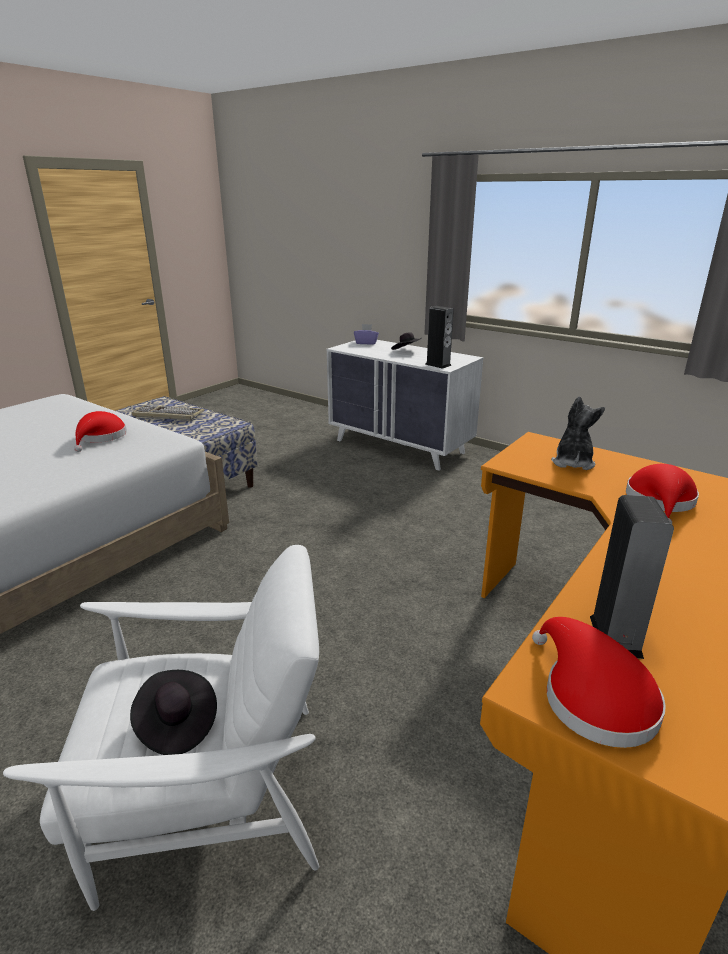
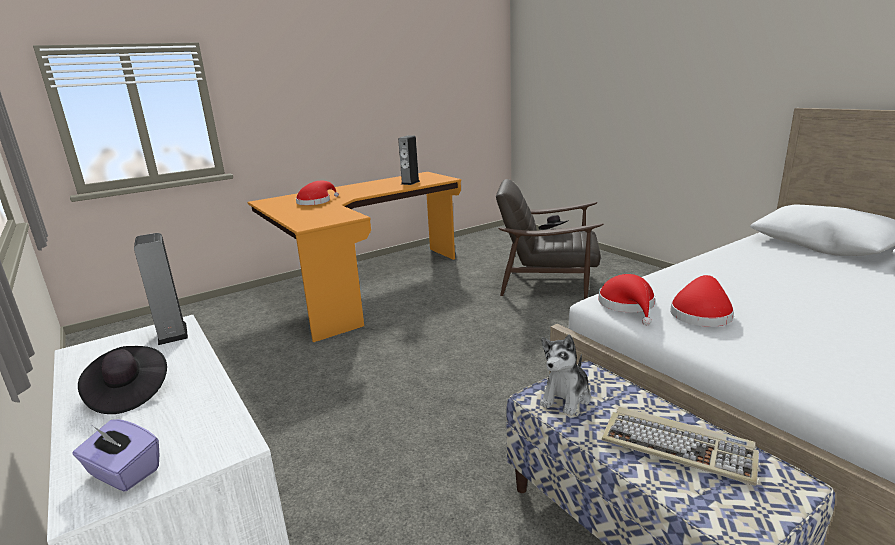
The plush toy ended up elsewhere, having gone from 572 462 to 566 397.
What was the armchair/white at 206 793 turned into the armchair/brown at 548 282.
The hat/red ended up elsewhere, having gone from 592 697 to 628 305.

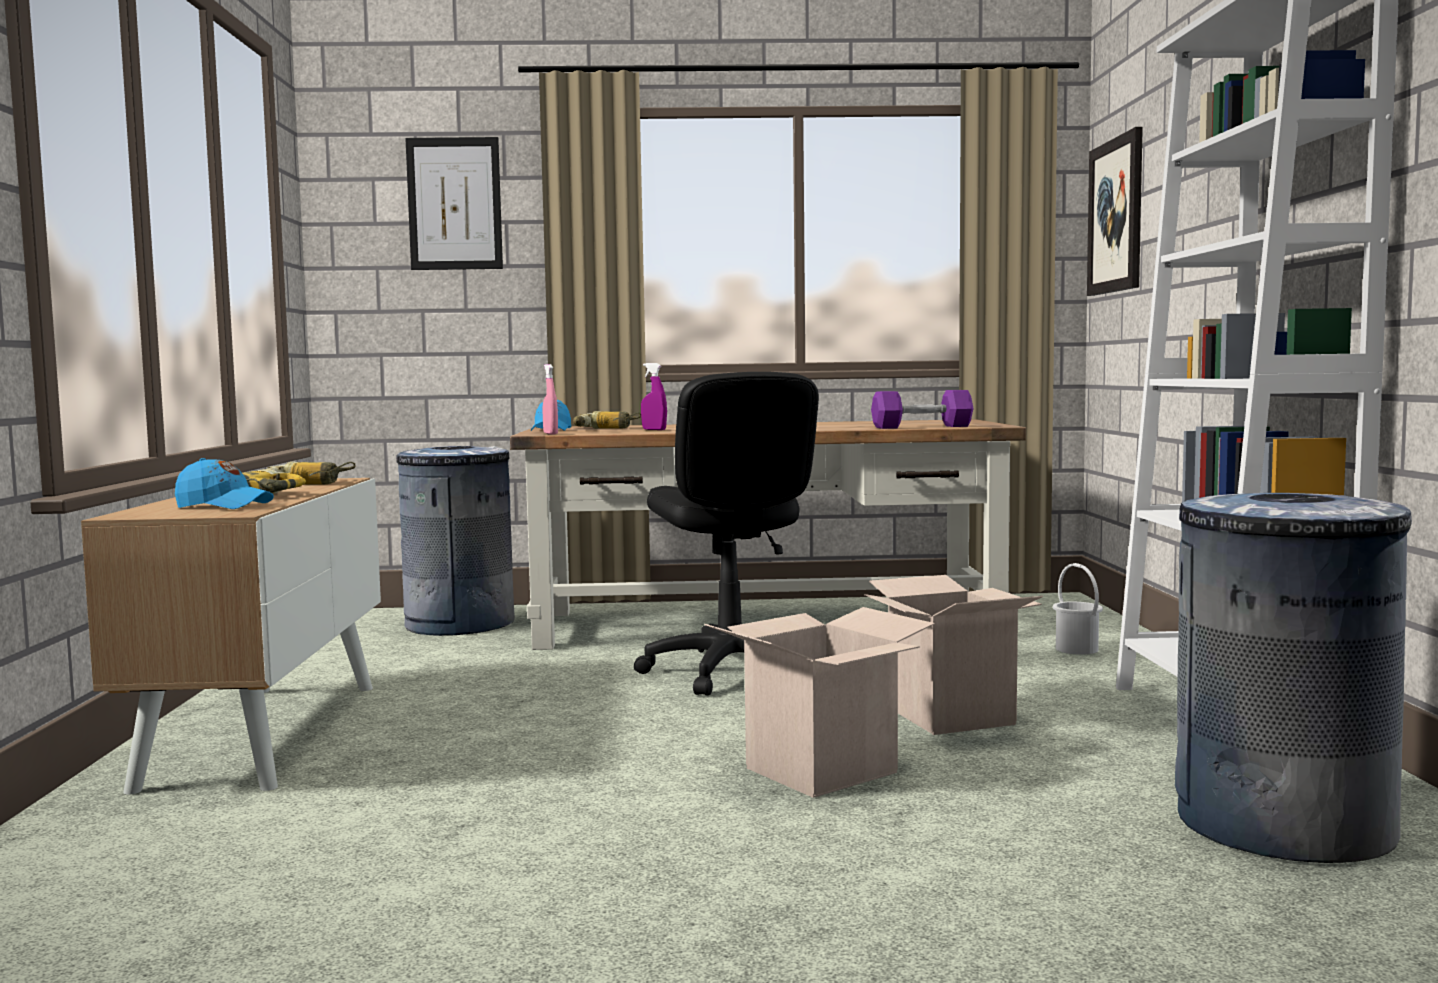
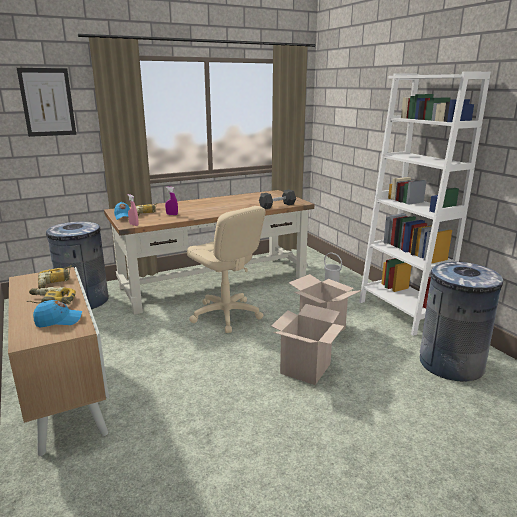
The second view lost the picture at 1116 216.
What was the office chair/black at 730 671 turned into the office chair/beige at 226 315.
What was the dumbbell/purple at 921 427 turned into the dumbbell/black at 277 205.

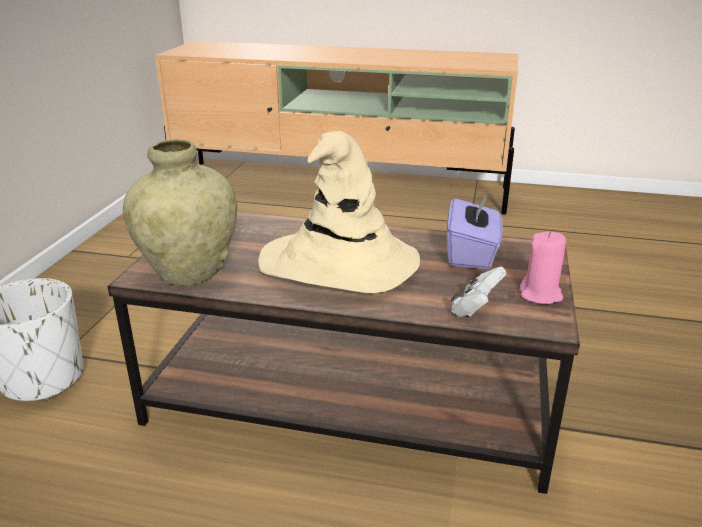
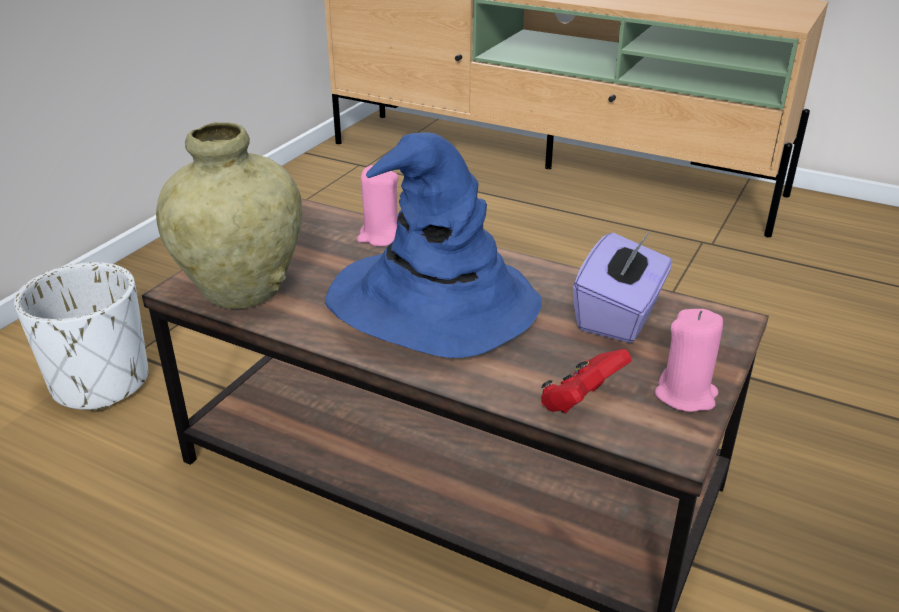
What was the hat/beige at 338 264 turned into the hat/blue at 430 305.
What was the game controller/white at 475 309 turned into the game controller/red at 580 402.
The second view gained the candle/pink at 380 237.

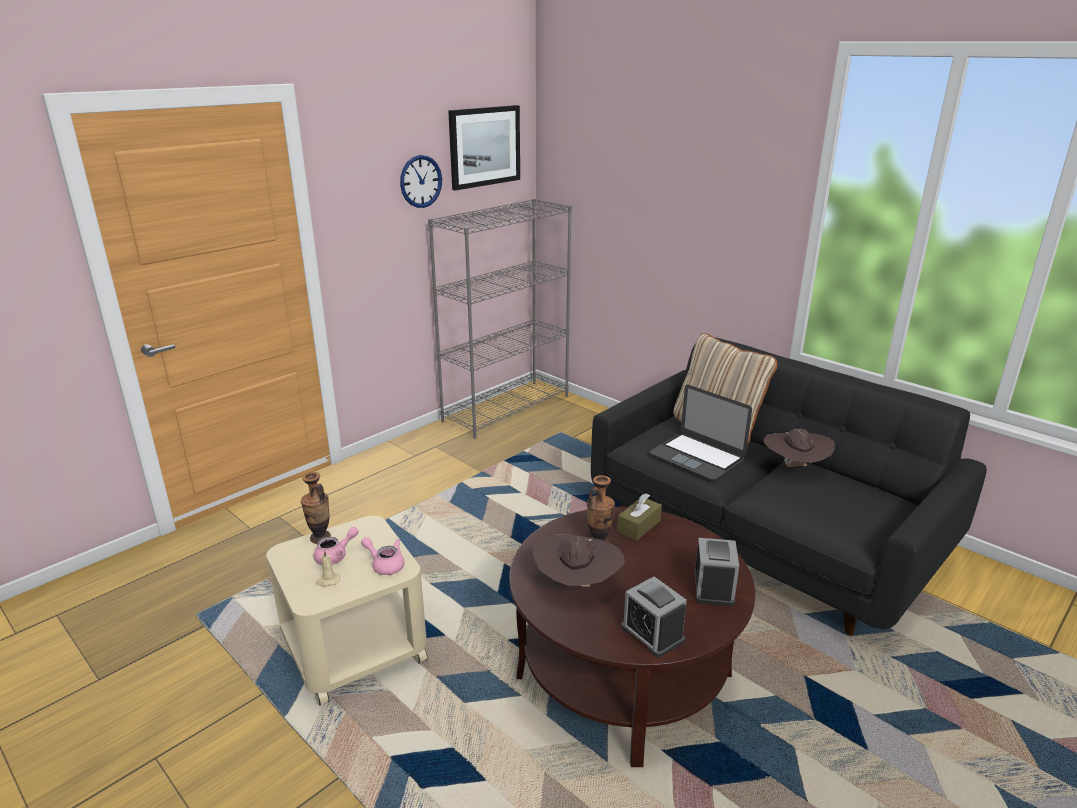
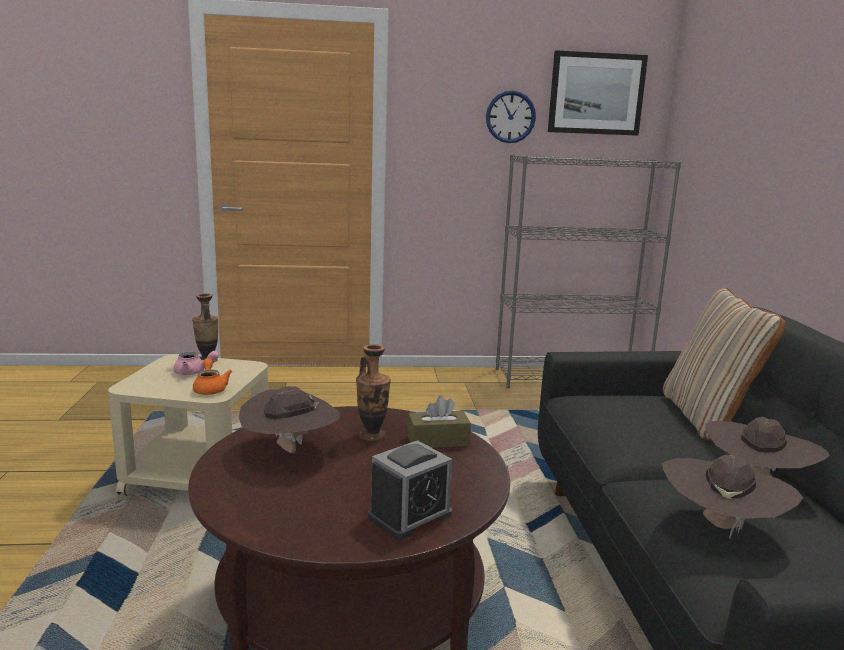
The second view lost the laptop at 697 456.
What was the teapot/pink at 385 565 turned into the teapot/orange at 210 389.
The second view lost the candle/beige at 328 581.
The second view lost the alarm clock at 652 634.
The second view gained the hat/brown at 721 527.

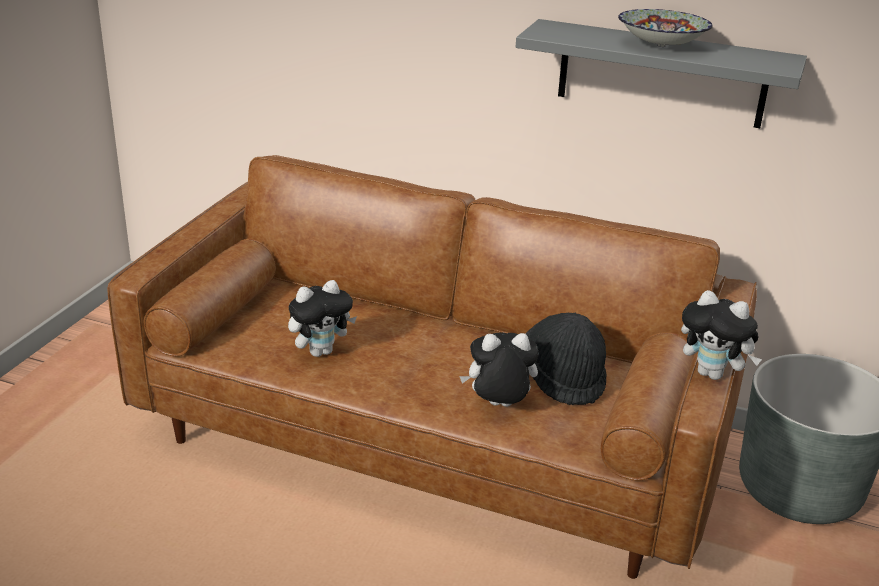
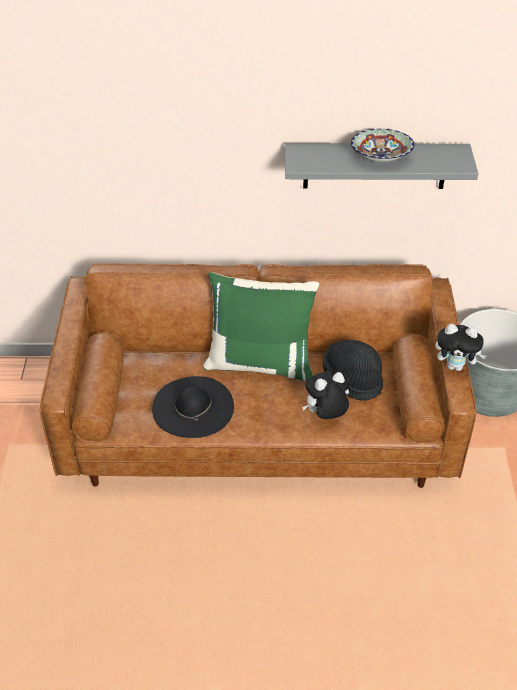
Where the plush toy stood at 321 351, the hat/black came to stand at 193 407.
The second view gained the pillow/green at 261 363.

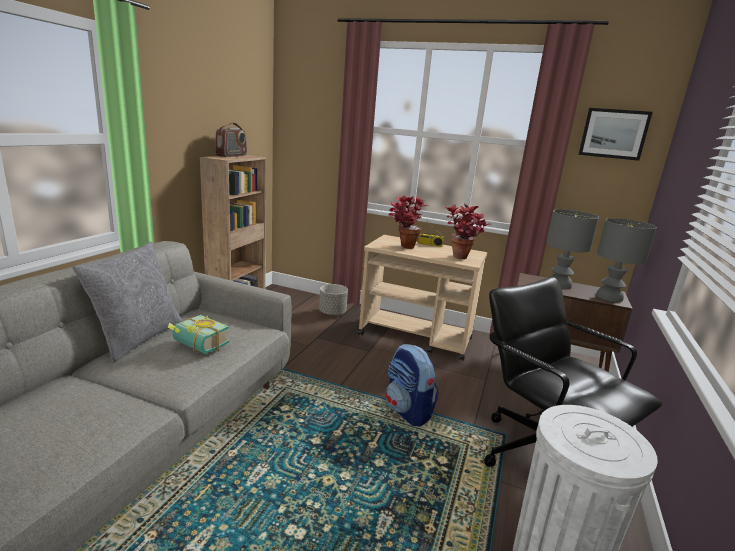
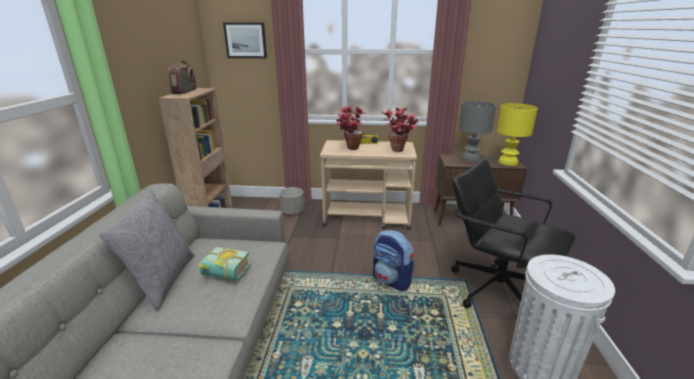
The picture ended up elsewhere, having gone from 613 134 to 245 40.
What was the table lamp/grey at 609 297 turned into the table lamp/yellow at 508 162.

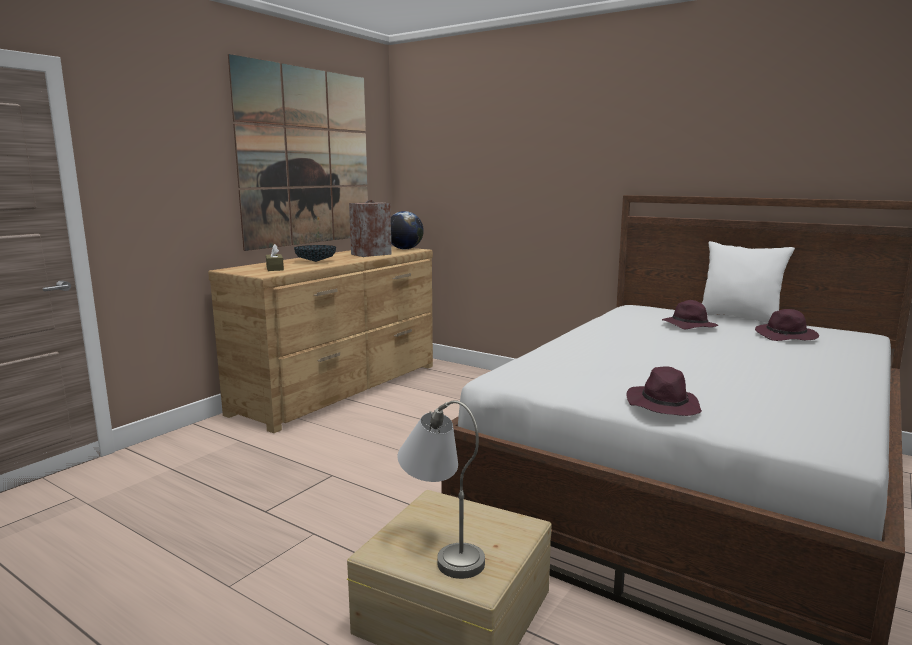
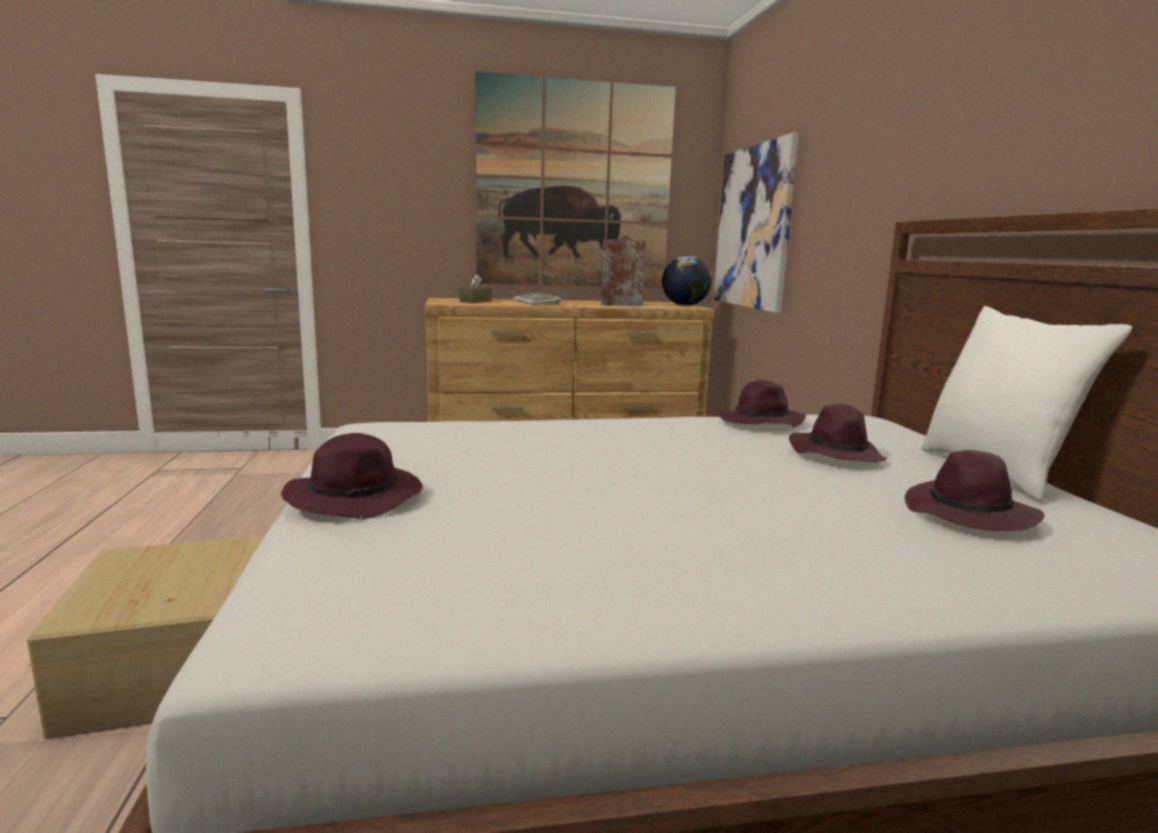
Where the bowl stood at 315 261, the keyboard came to stand at 537 302.
The second view lost the table lamp/grey at 442 548.
The second view gained the picture at 753 227.
The second view gained the hat/purple at 760 423.

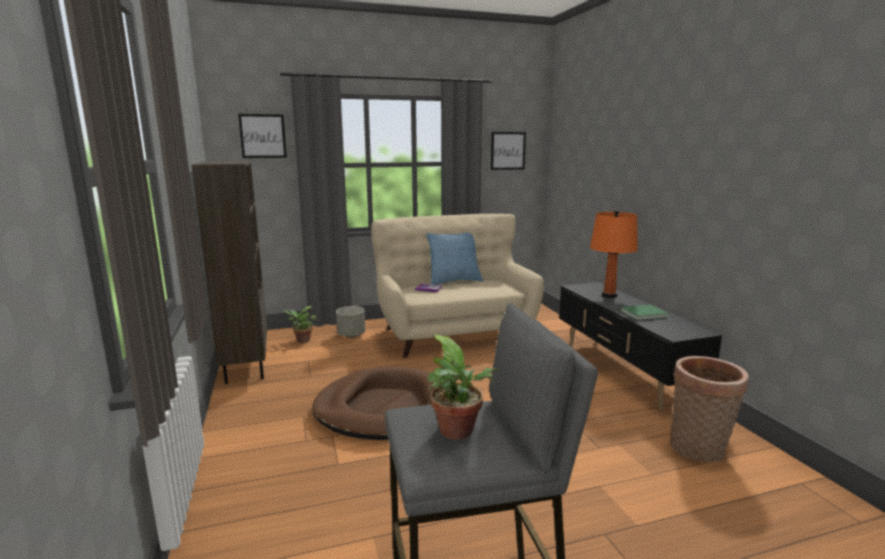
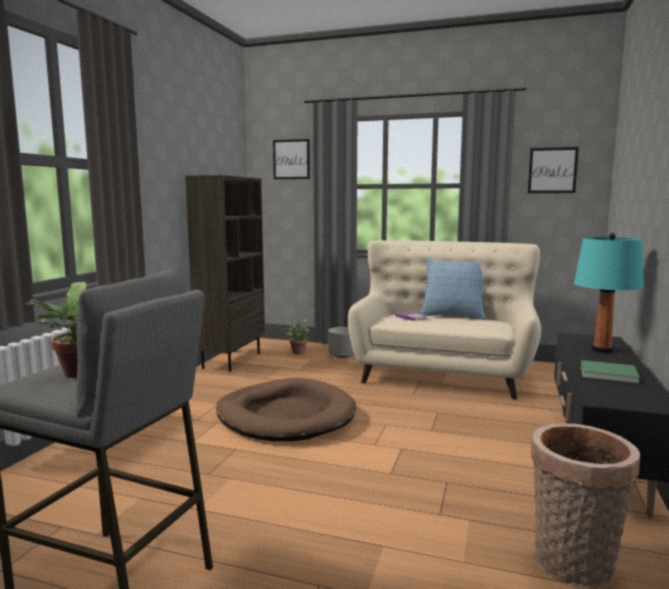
What was the table lamp/orange at 609 295 turned into the table lamp/turquoise at 601 350.

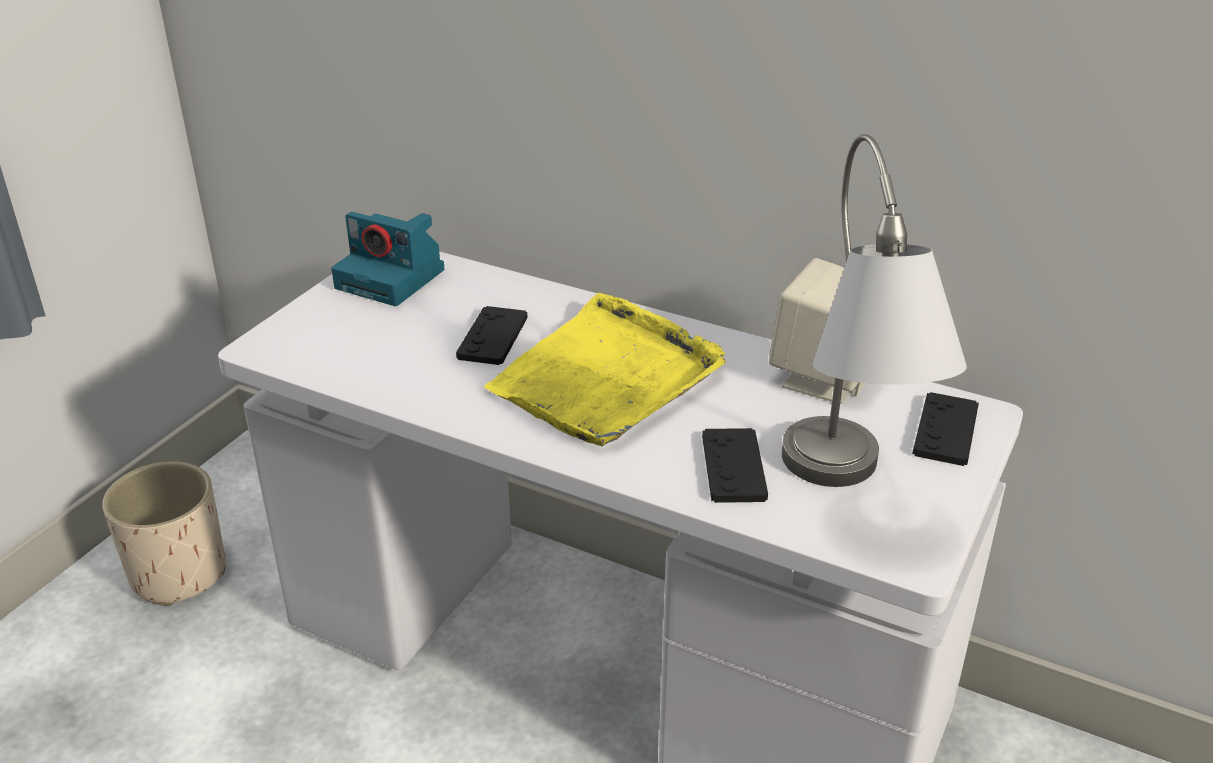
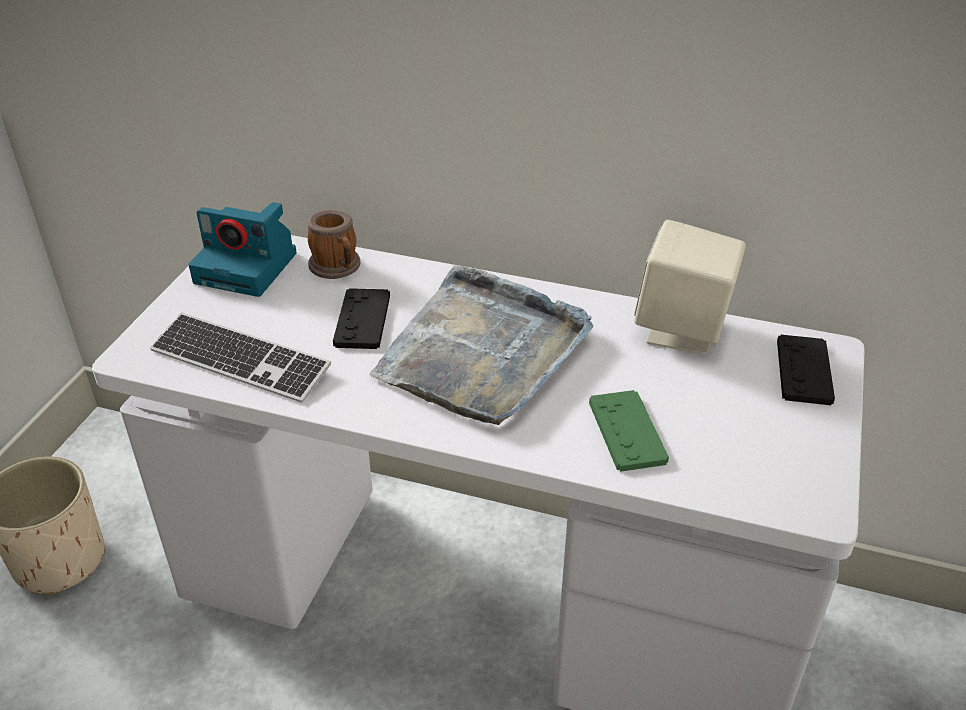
The second view lost the table lamp/grey at 846 499.
What was the tray/yellow at 607 378 turned into the tray/grey at 483 351.
What was the game controller/black at 733 467 turned into the game controller/green at 627 432.
The second view gained the mug at 337 268.
The second view gained the keyboard at 240 361.

